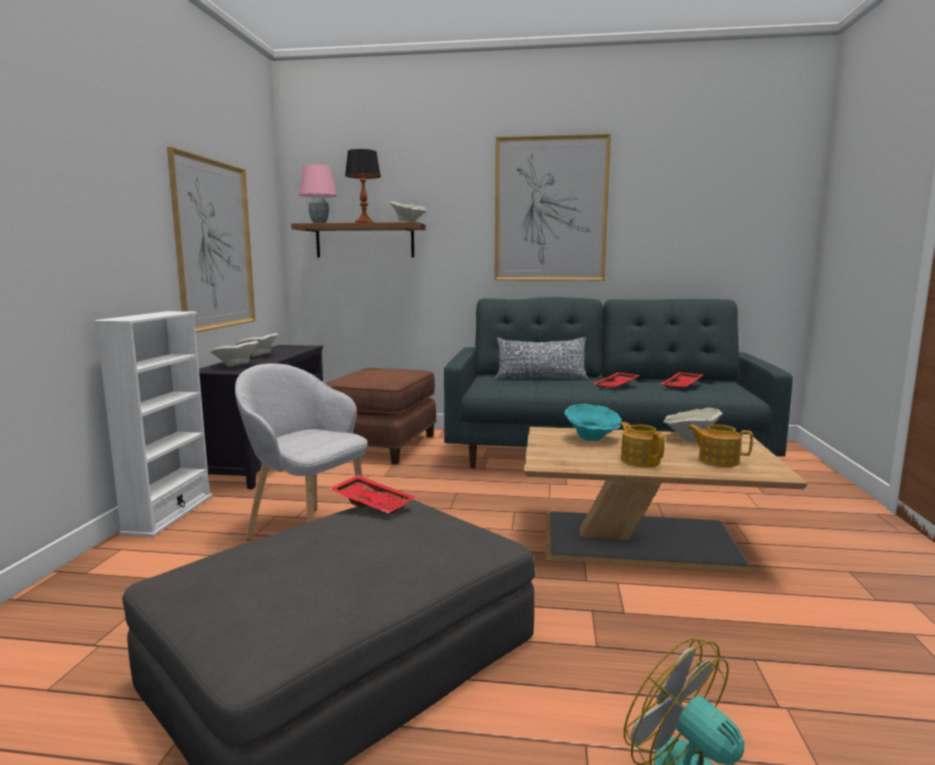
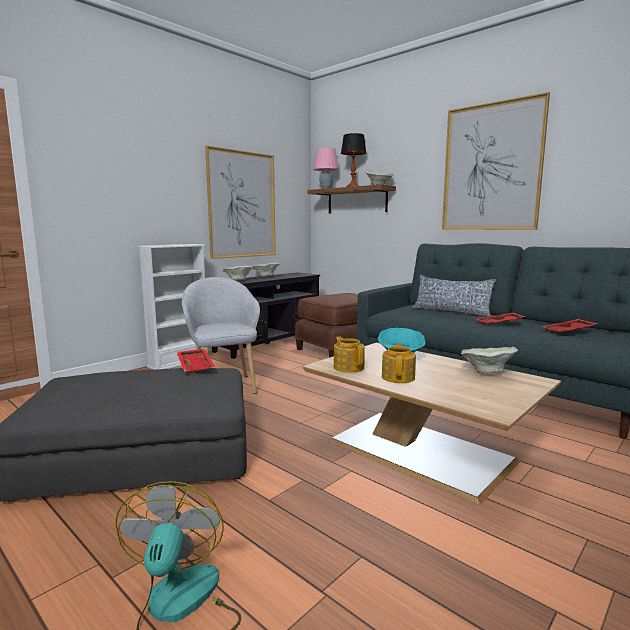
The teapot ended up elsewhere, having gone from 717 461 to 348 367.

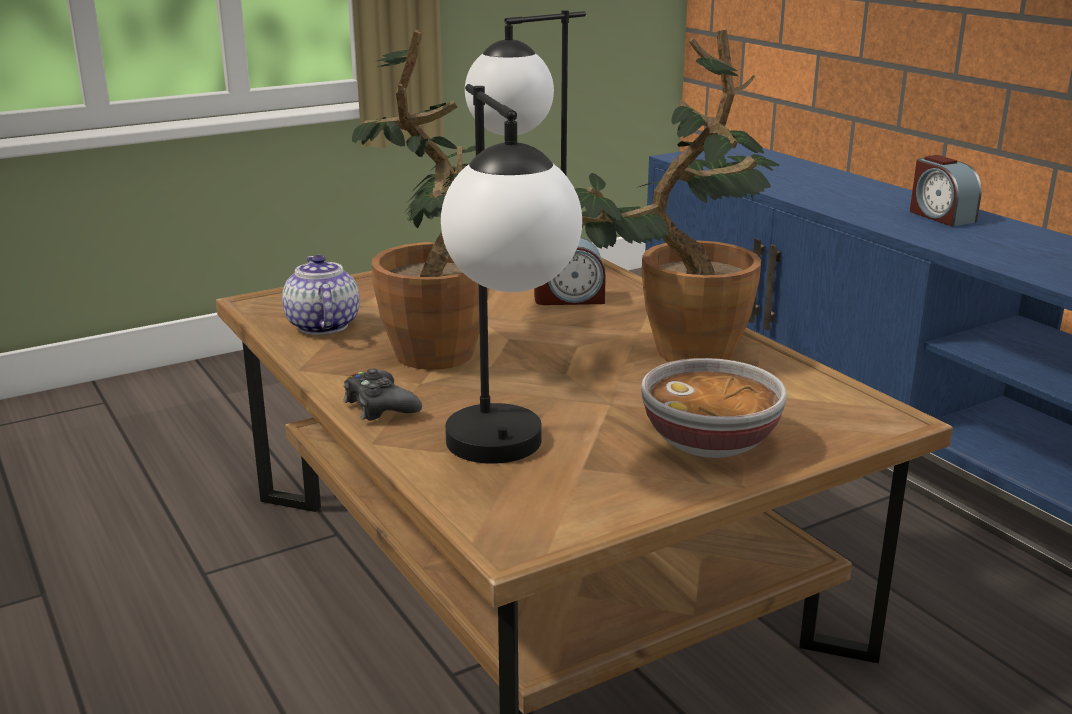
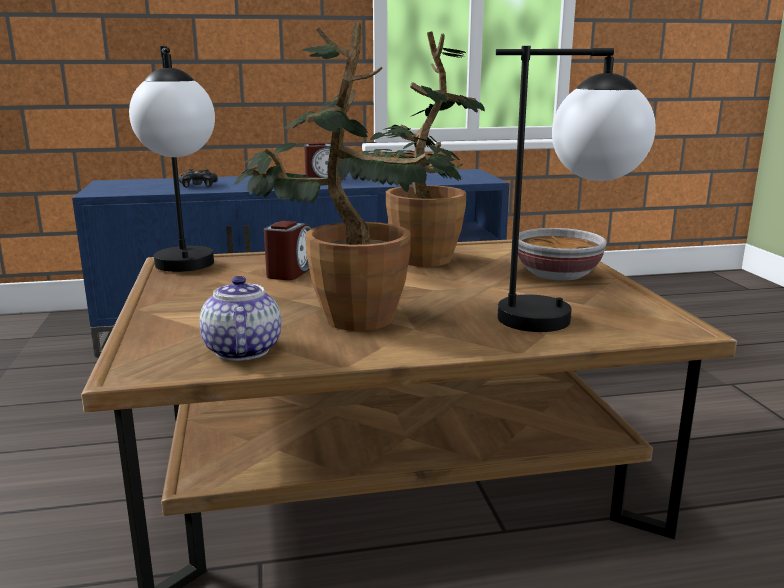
The teapot at 321 325 ended up facing another way, 75 degrees clockwise from before.
The game controller/black ended up elsewhere, having gone from 380 406 to 198 185.

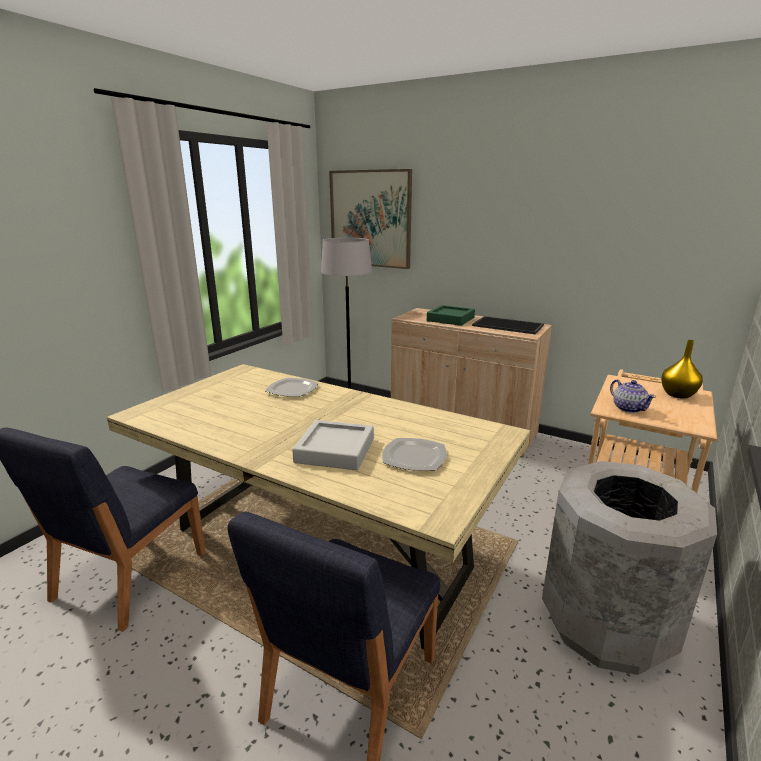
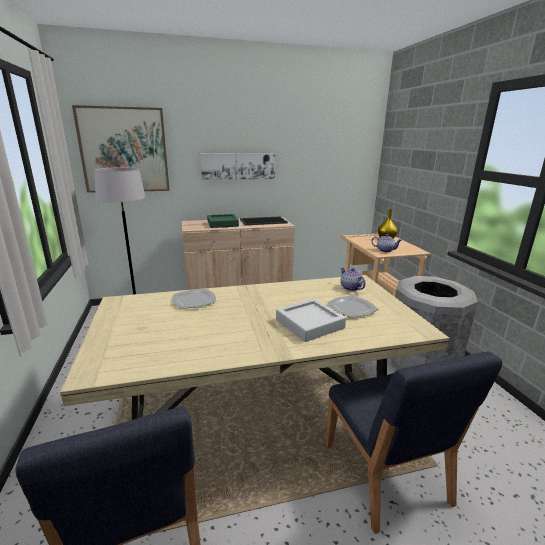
The second view gained the picture at 238 166.
The second view gained the teapot at 350 288.

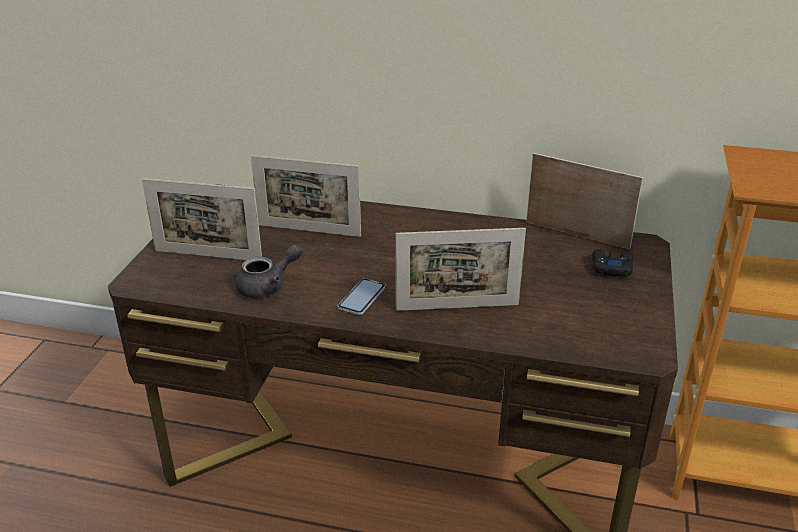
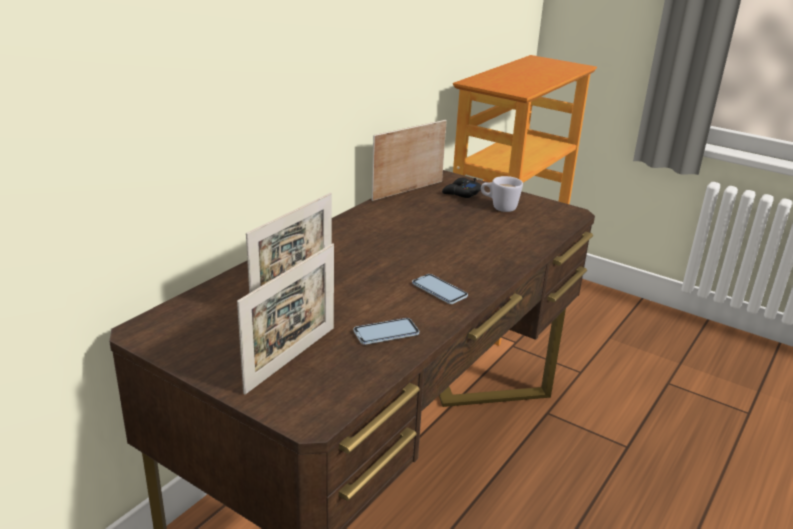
The second view lost the picture frame at 457 307.
Where the teapot/grey stood at 268 286, the phone came to stand at 386 333.
The second view gained the mug/white at 499 207.

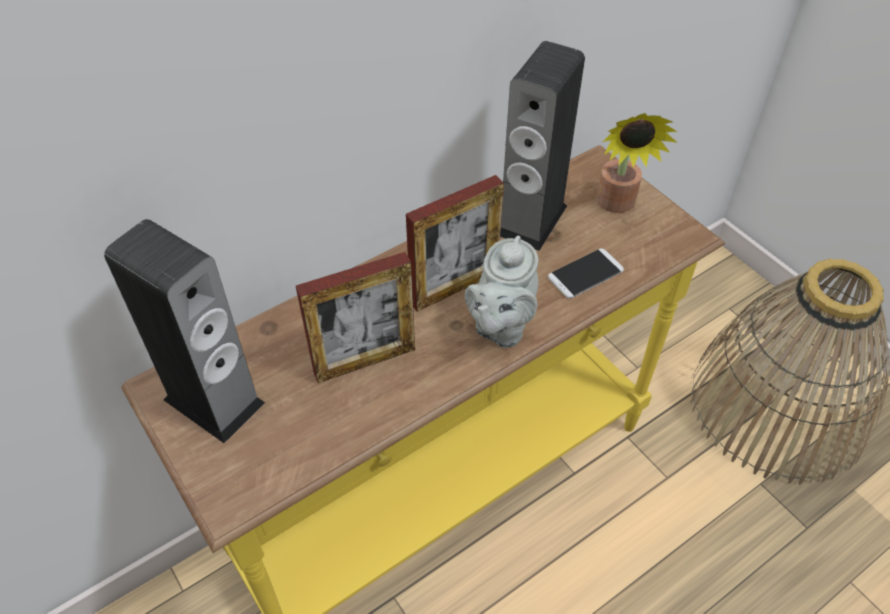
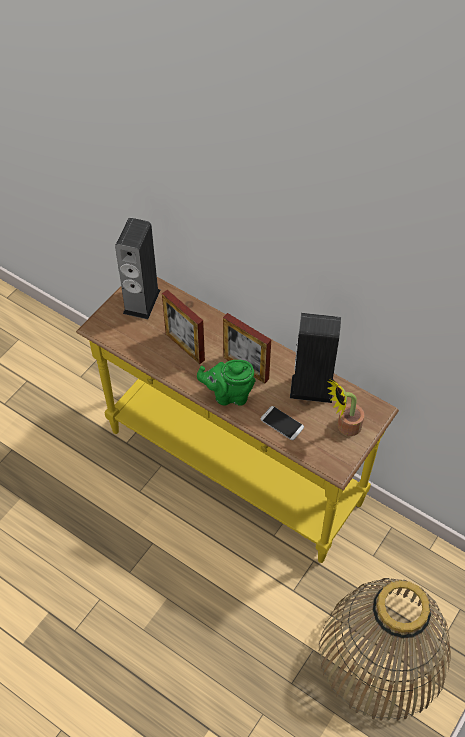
What was the teapot/grey at 501 326 turned into the teapot/green at 229 394.

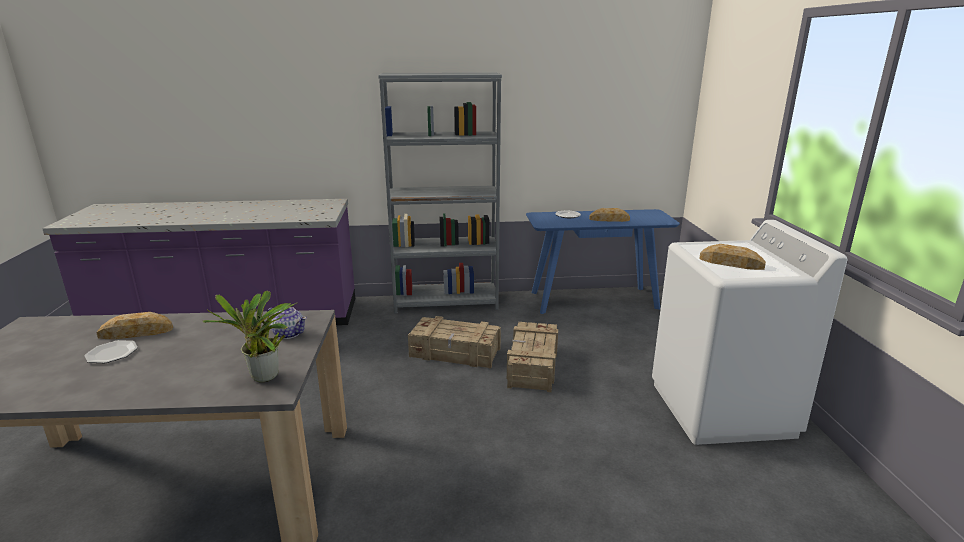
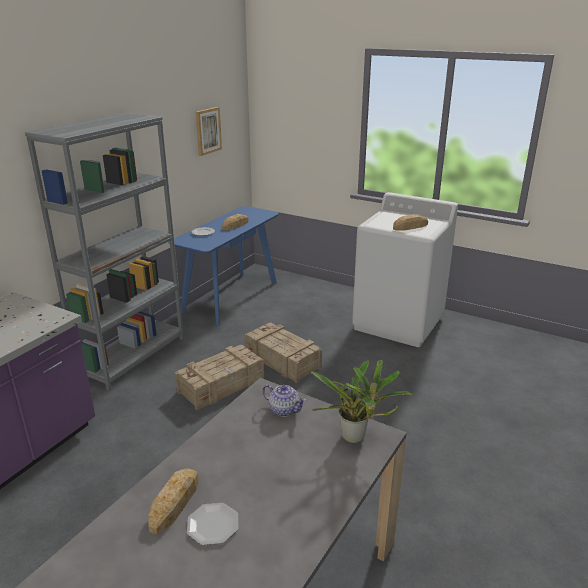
The teapot at 288 333 ended up facing another way, 60 degrees clockwise from before.
The second view gained the picture at 207 131.

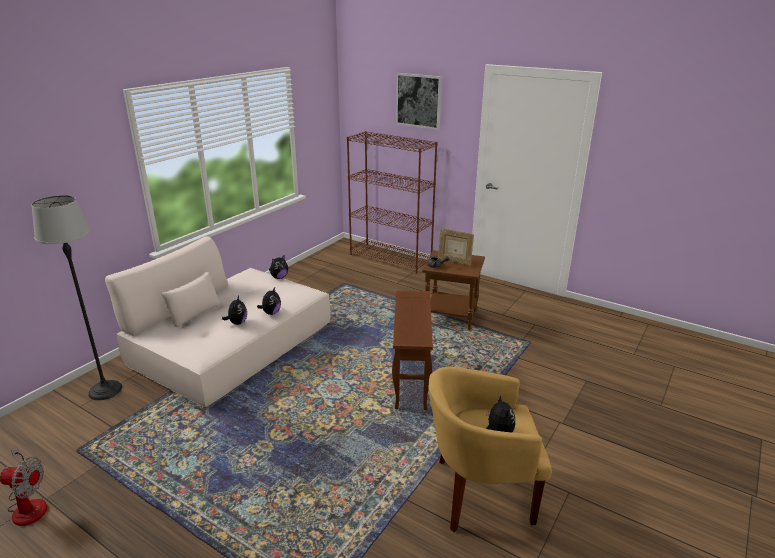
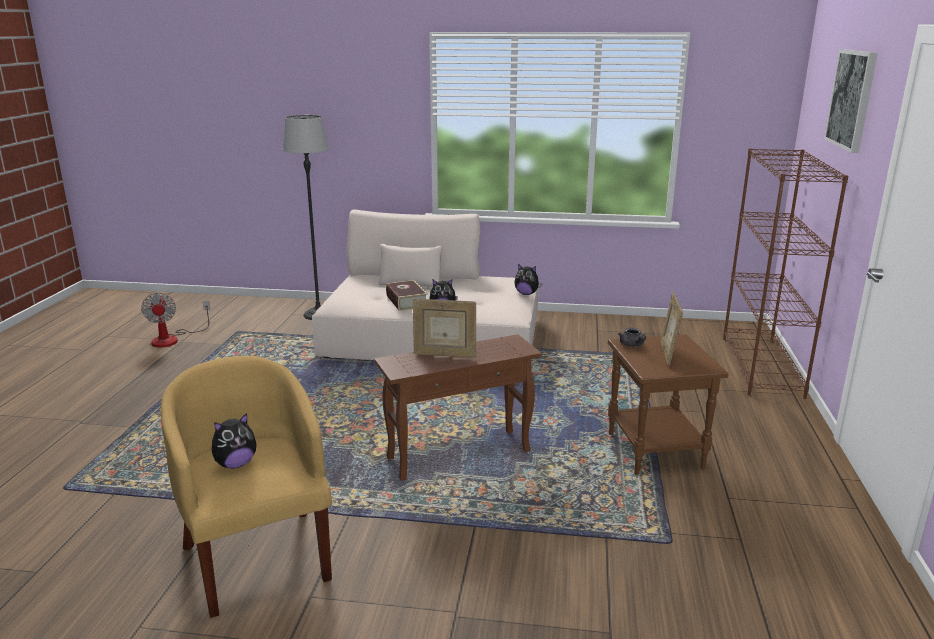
Where the plush toy stood at 237 323, the book came to stand at 406 301.
The second view gained the picture frame at 444 355.

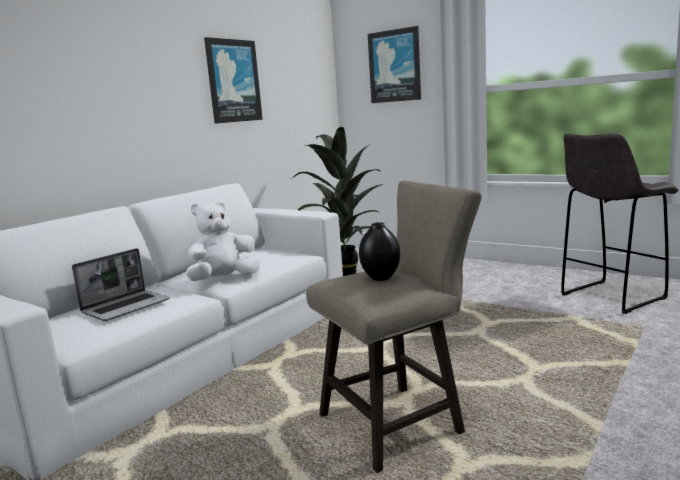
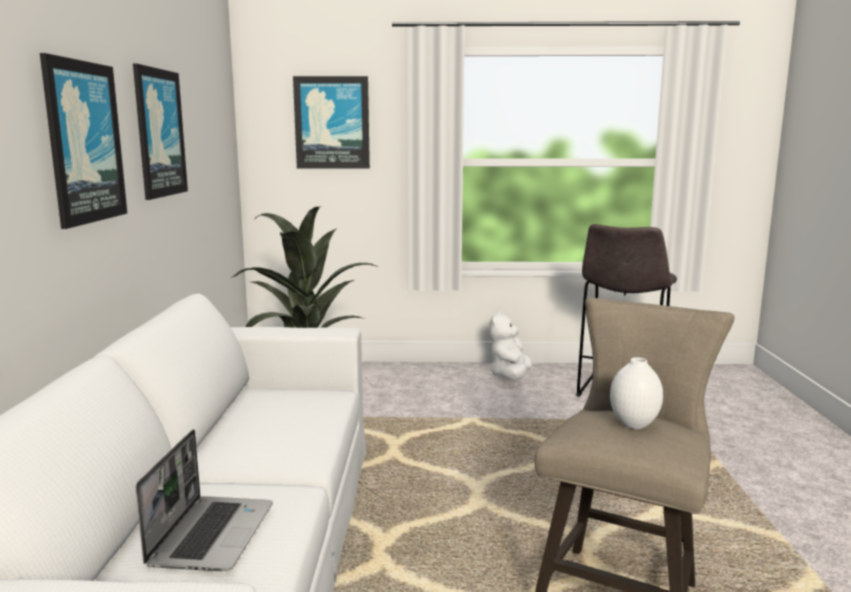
The plush toy/white ended up elsewhere, having gone from 224 279 to 510 376.
What was the vase/black at 381 278 turned into the vase/white at 633 424.
The second view gained the picture at 84 142.

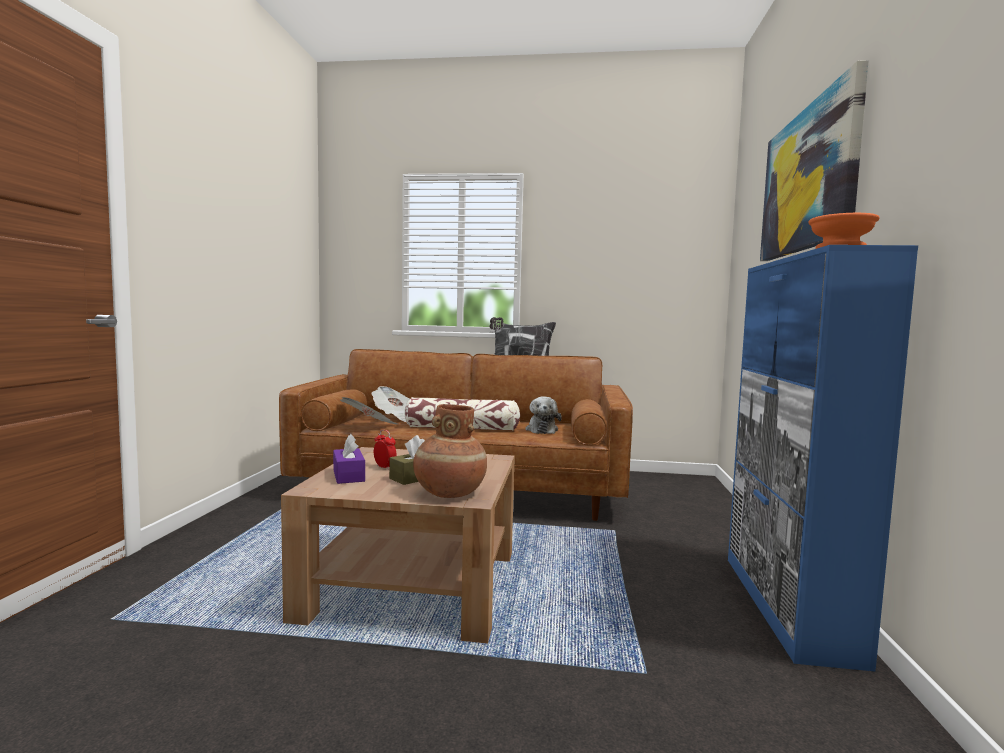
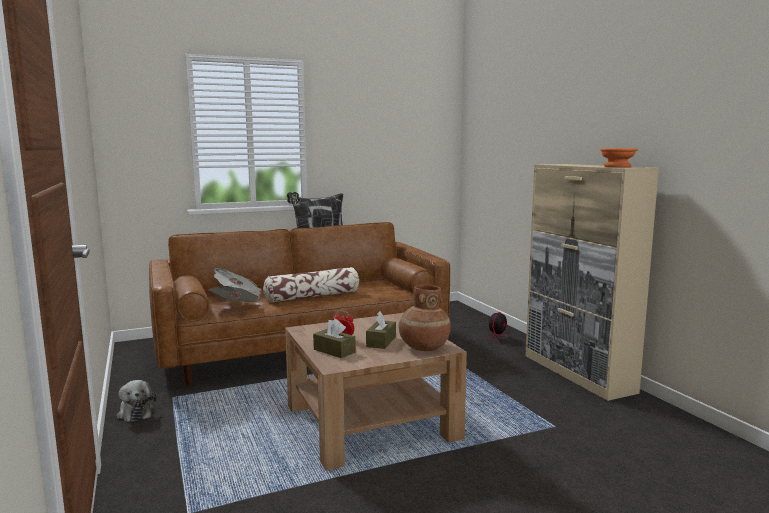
The second view lost the picture at 808 180.
What was the cabinet/blue at 787 606 turned into the cabinet/beige at 578 373.
The plush toy ended up elsewhere, having gone from 541 430 to 135 412.
What was the tissue box/purple at 348 475 turned into the tissue box/brown at 334 351.
The second view gained the fan at 492 334.

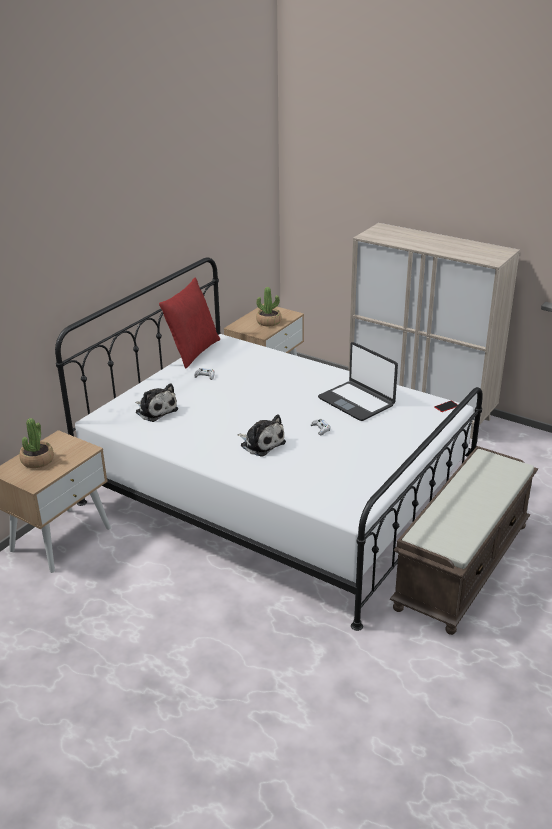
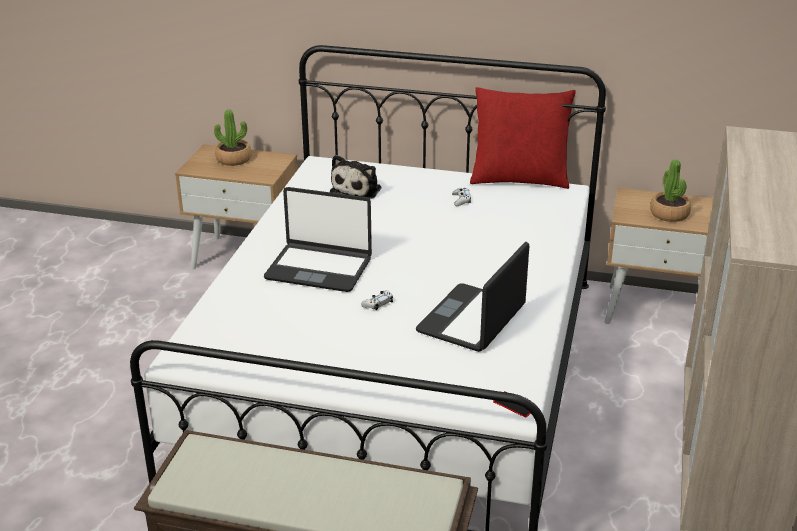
Where the plush toy stood at 261 443, the laptop came to stand at 319 268.

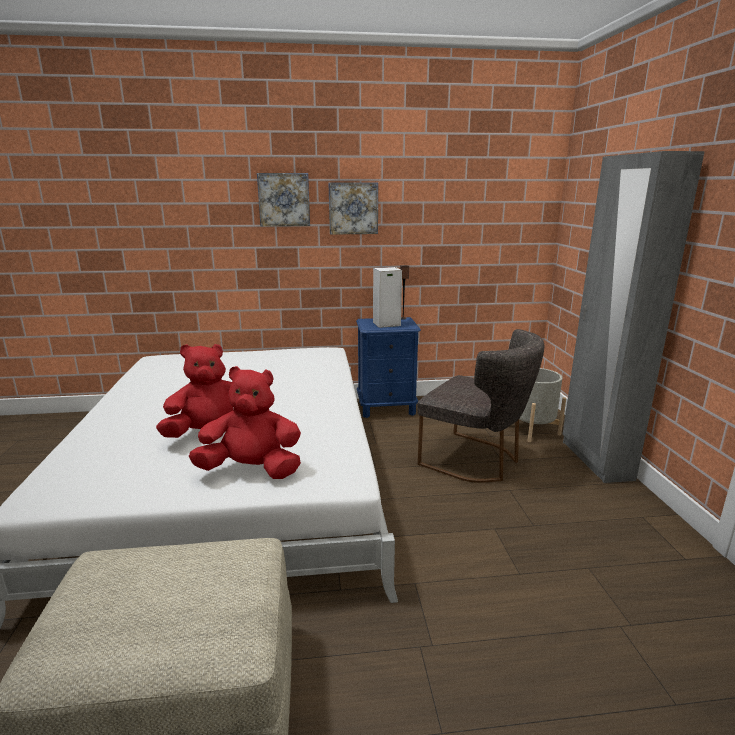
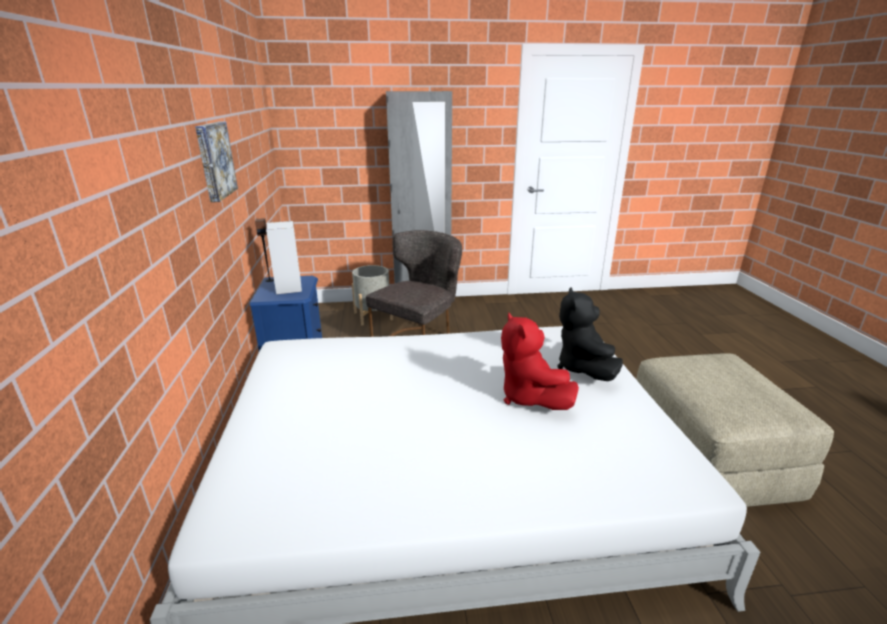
The second view lost the picture at 284 199.
What was the plush toy/red at 252 470 turned into the plush toy/black at 583 368.

